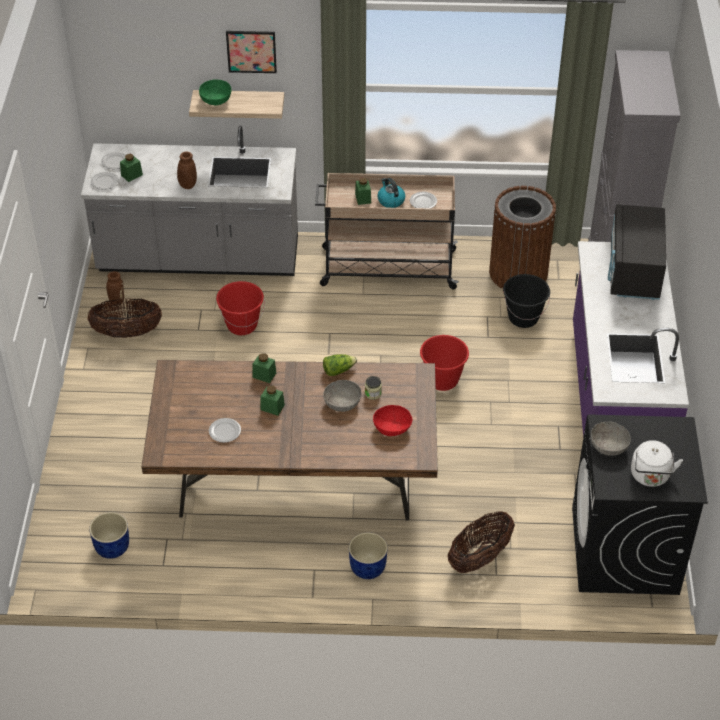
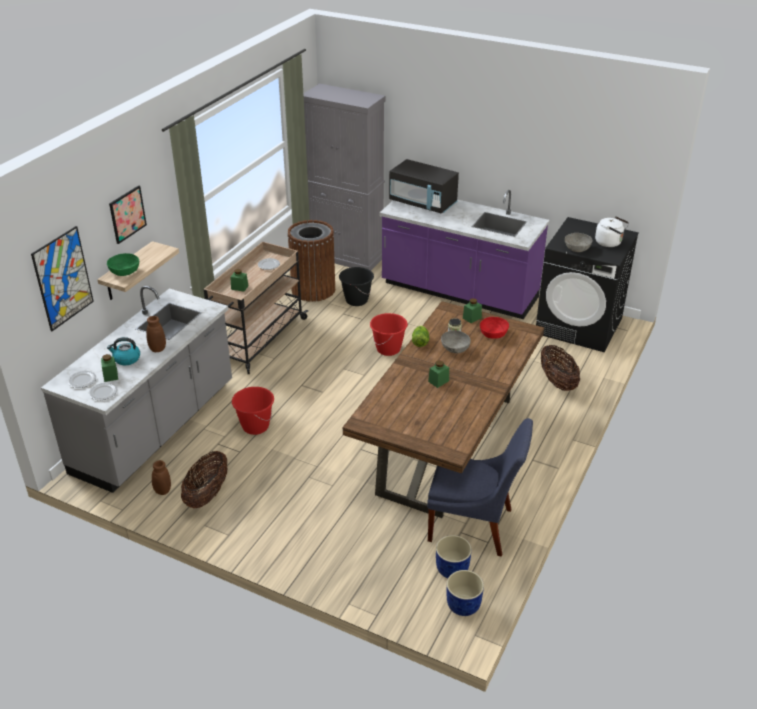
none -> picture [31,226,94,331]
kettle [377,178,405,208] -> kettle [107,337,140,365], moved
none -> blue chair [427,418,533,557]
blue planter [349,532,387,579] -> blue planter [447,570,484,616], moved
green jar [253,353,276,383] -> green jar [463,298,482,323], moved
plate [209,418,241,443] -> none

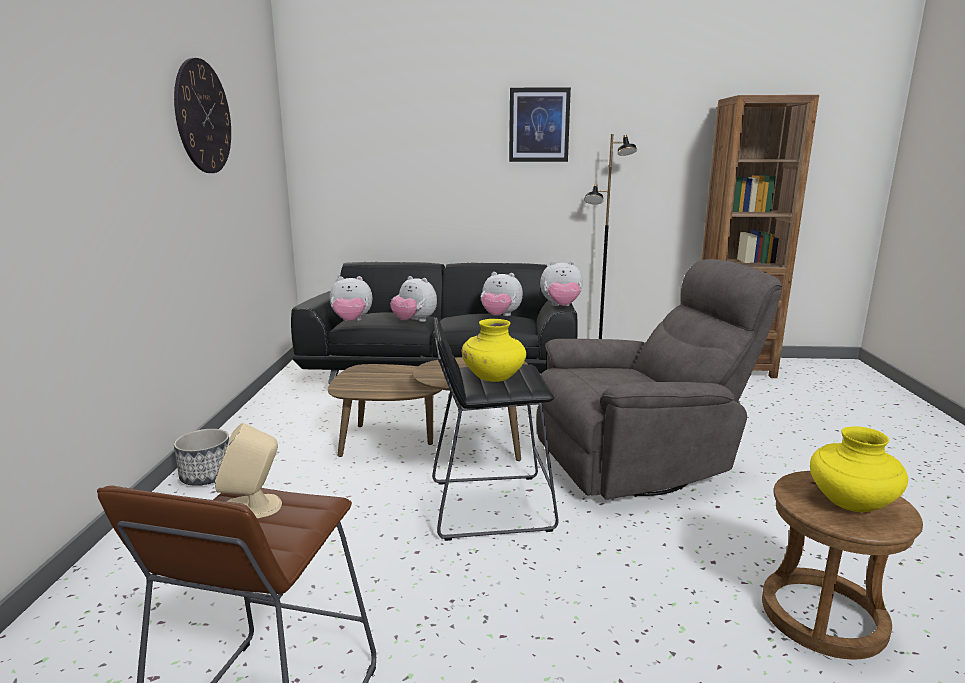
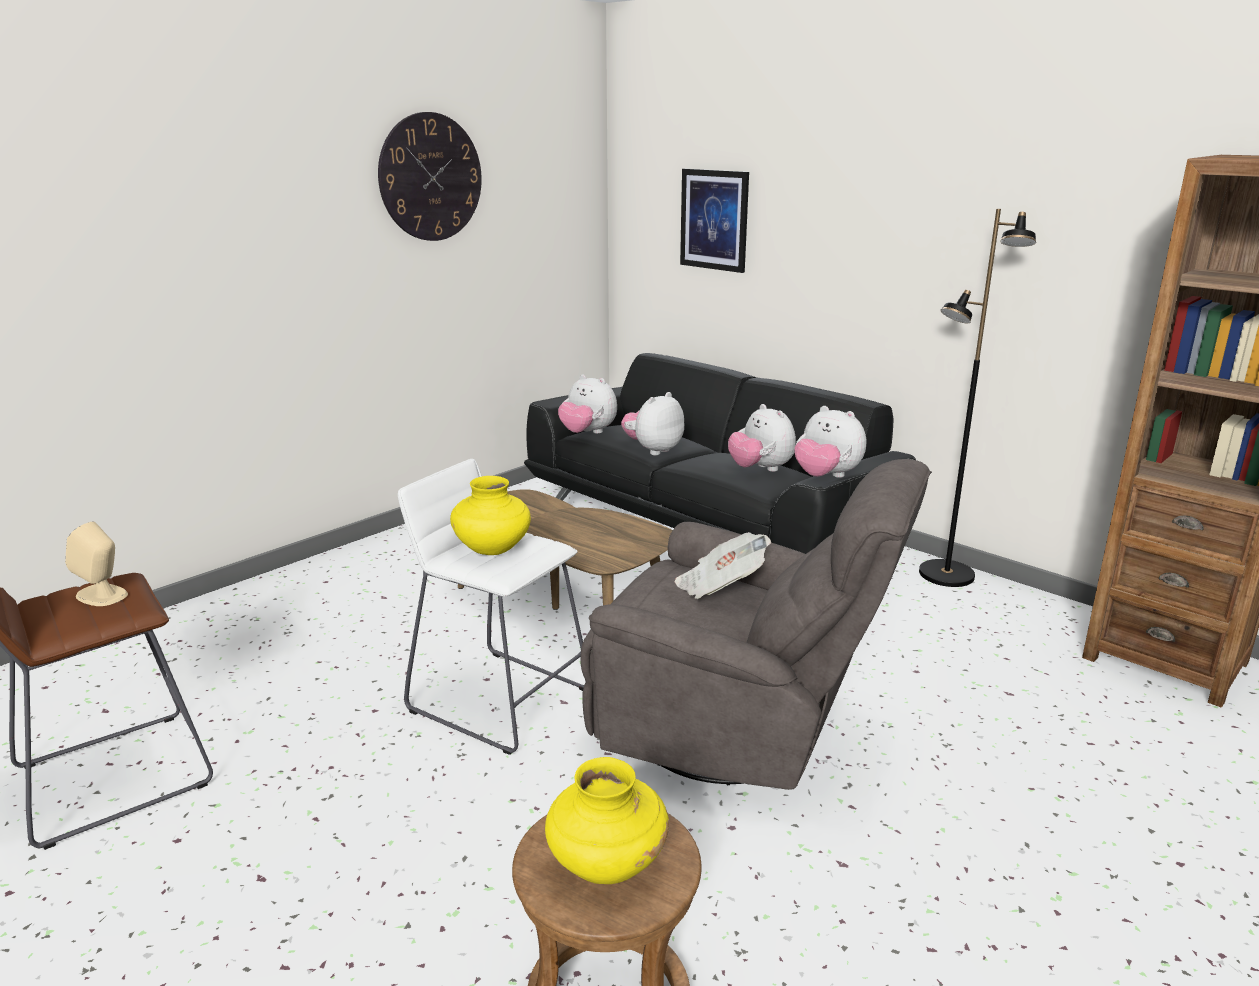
black stool [432,317,559,541] -> white stool [398,459,584,755]
plush toy [390,276,437,322] -> plush toy [621,392,684,455], 60 degrees clockwise
none -> newspaper [674,532,771,599]
picture [509,87,571,162] -> picture [680,169,749,273], moved
planter [174,429,229,486] -> none

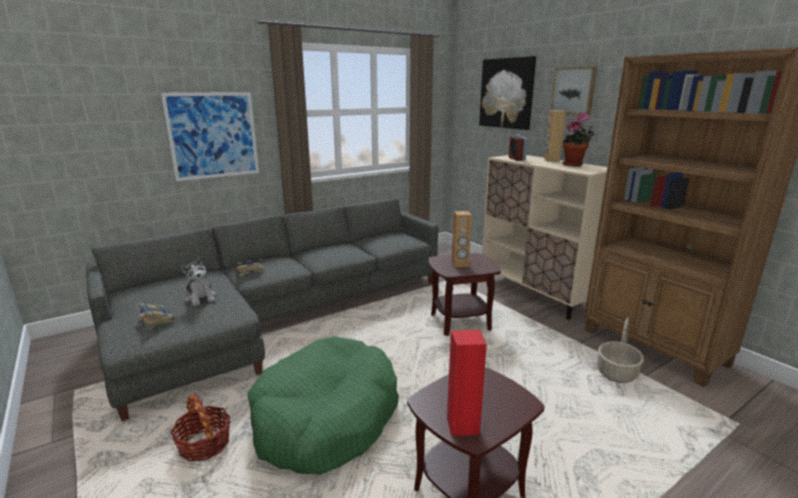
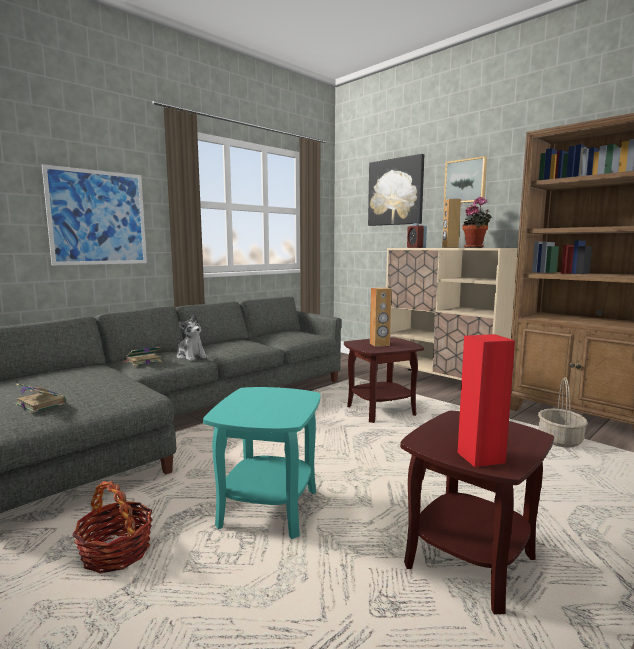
plush toy [180,256,216,306] -> plush toy [177,314,208,361], moved
green dog bed [248,336,399,474] -> turquoise side table [203,387,320,539]

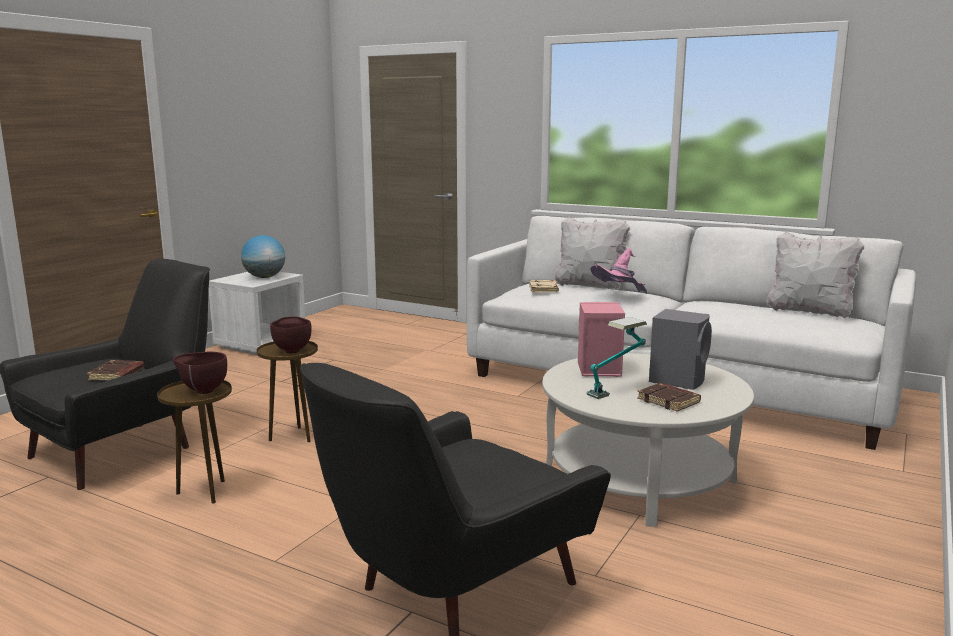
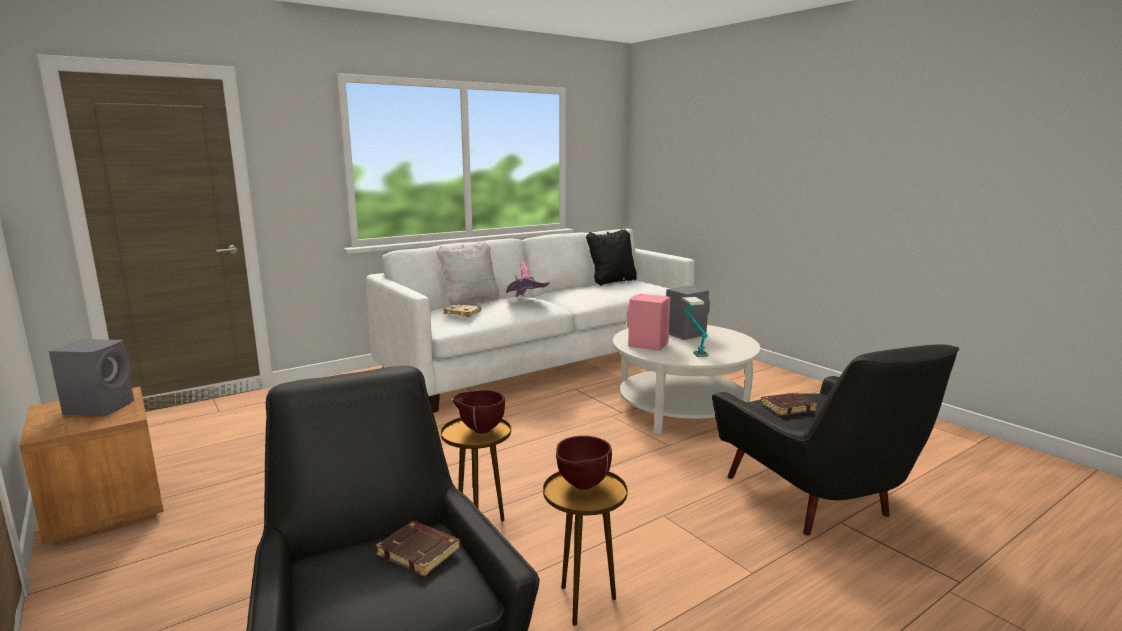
white nightstand [209,272,306,355] -> brown nightstand [20,387,164,545]
globe [241,235,285,278] -> grey speaker [49,339,134,416]
white pillow [767,232,865,319] -> black pillow [586,229,637,286]
brown book [637,383,701,412] -> brown book [761,393,817,416], moved

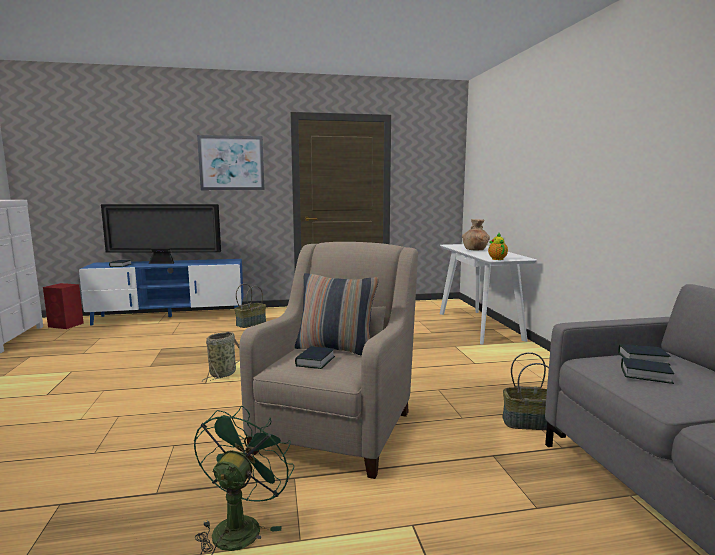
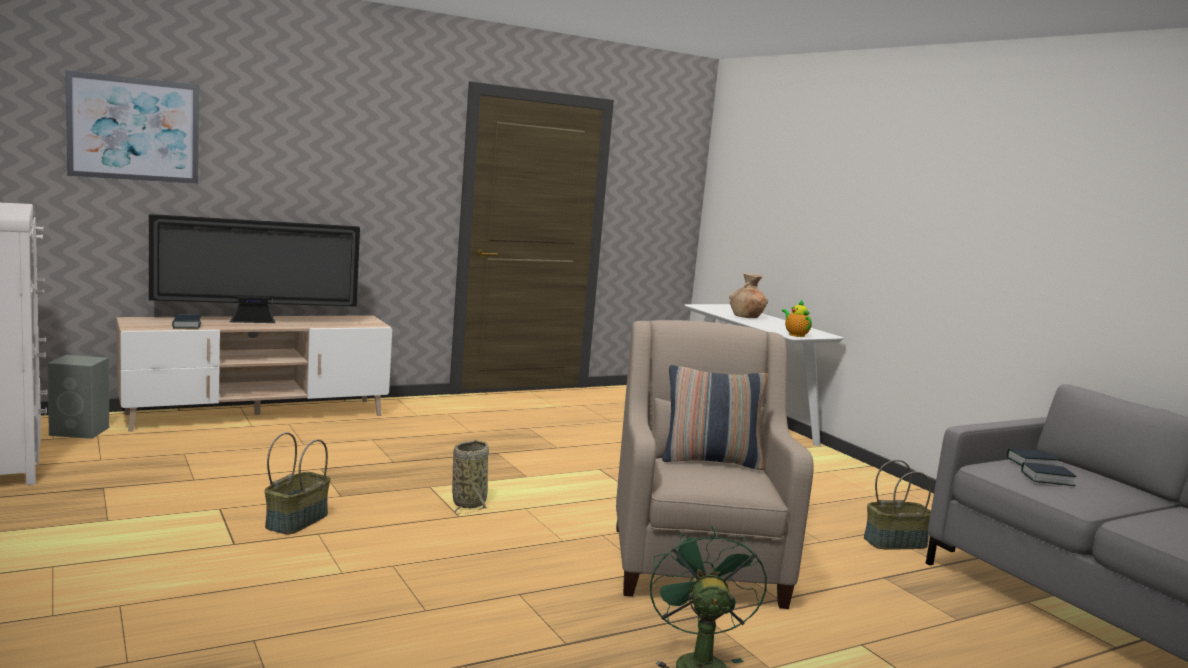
red speaker [43,283,84,329] -> grey speaker [47,355,109,439]
picture [197,135,264,190] -> picture [65,70,199,184], moved
blue tv stand [79,259,244,326] -> beige tv stand [116,315,392,432]
basket [234,284,266,328] -> basket [264,432,331,534], moved
book [295,346,335,369] -> none

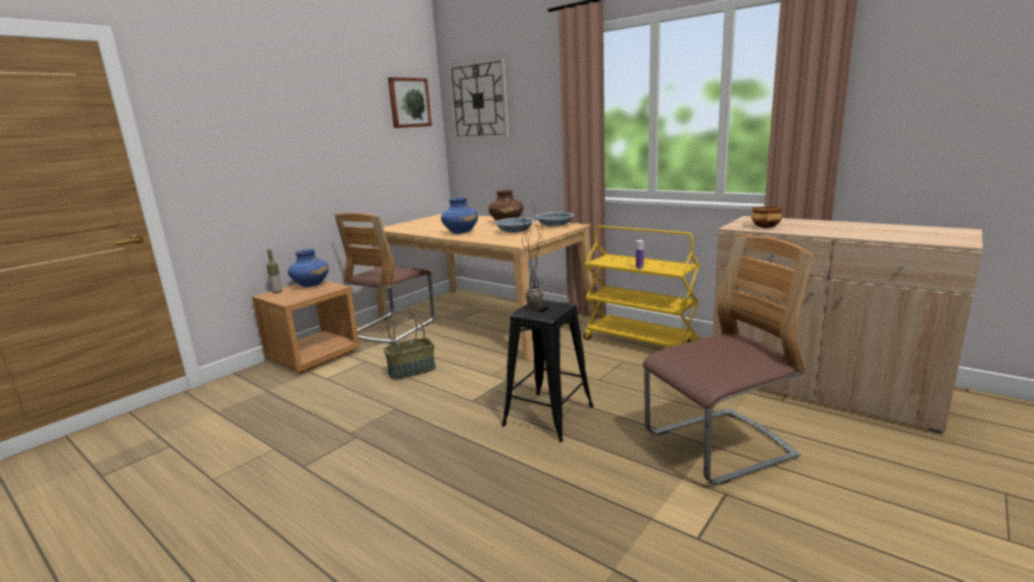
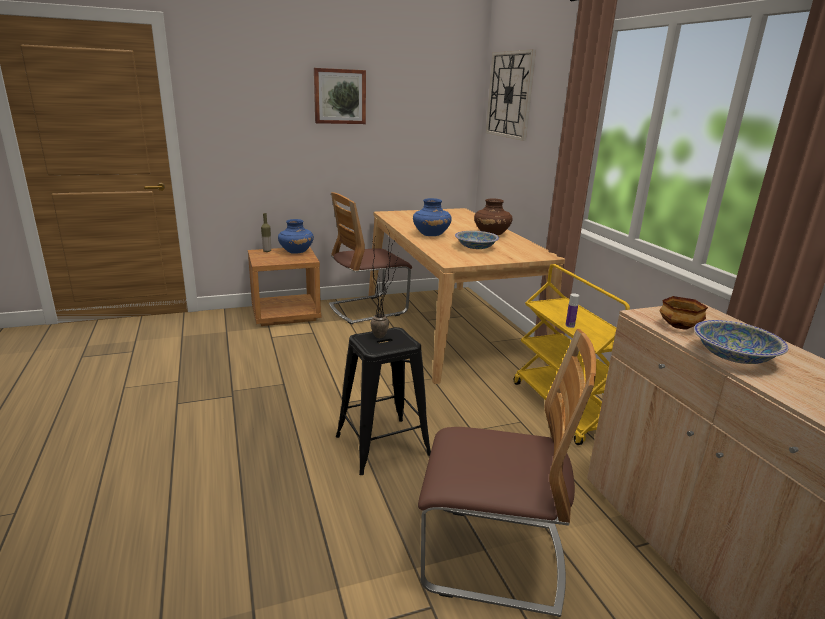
picture [388,77,432,128] -> picture [314,68,366,124], moved
bowl [535,212,574,227] -> bowl [694,320,788,364], moved
basket [384,310,436,380] -> none

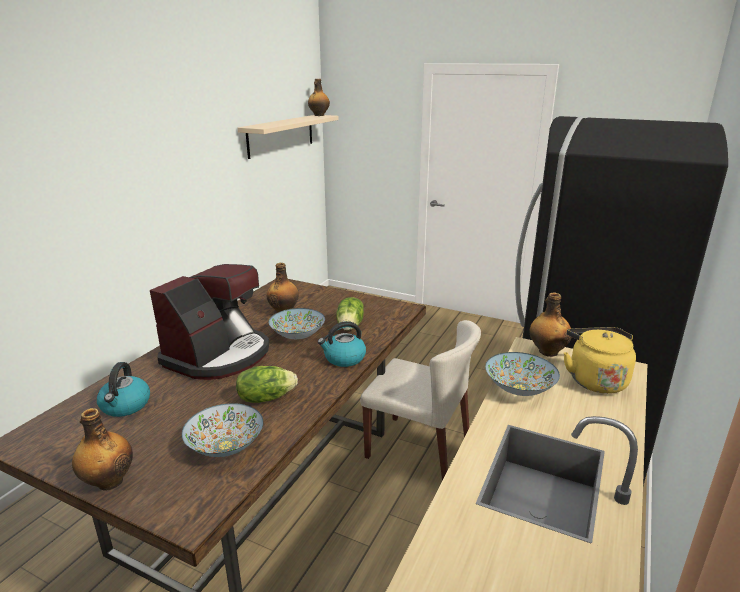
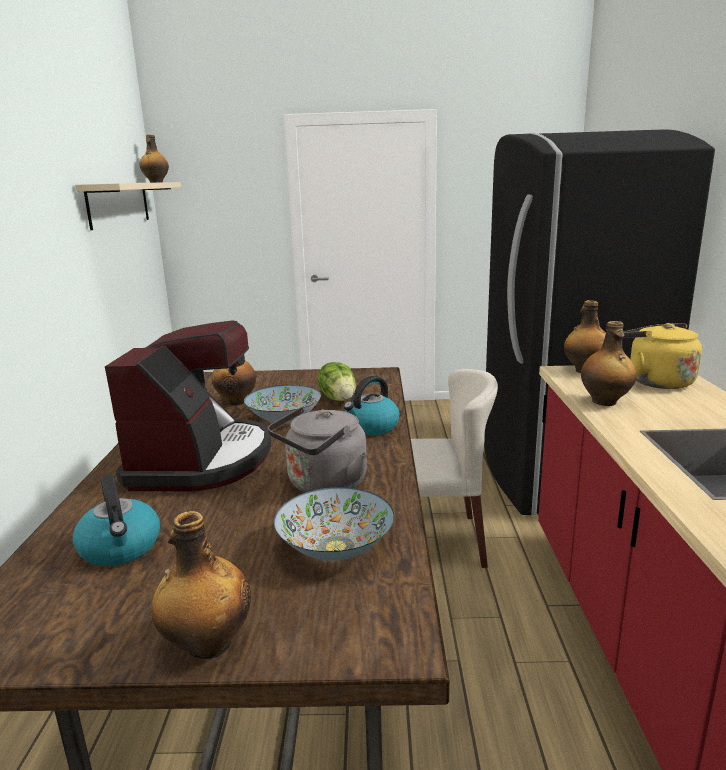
lettuce [236,366,298,403] -> grey kettle [268,407,367,493]
bowl [485,352,560,396] -> bottle [581,321,637,406]

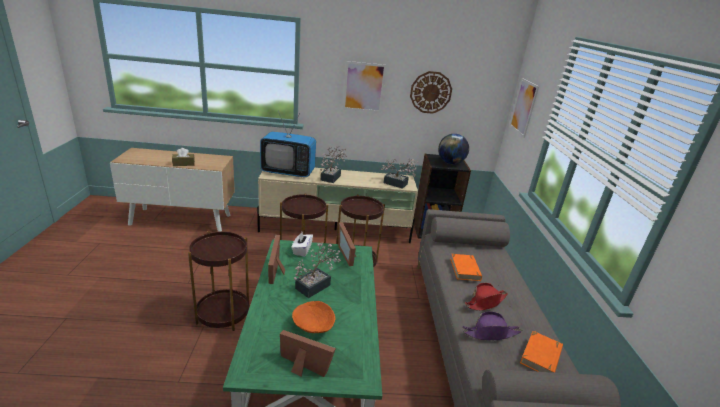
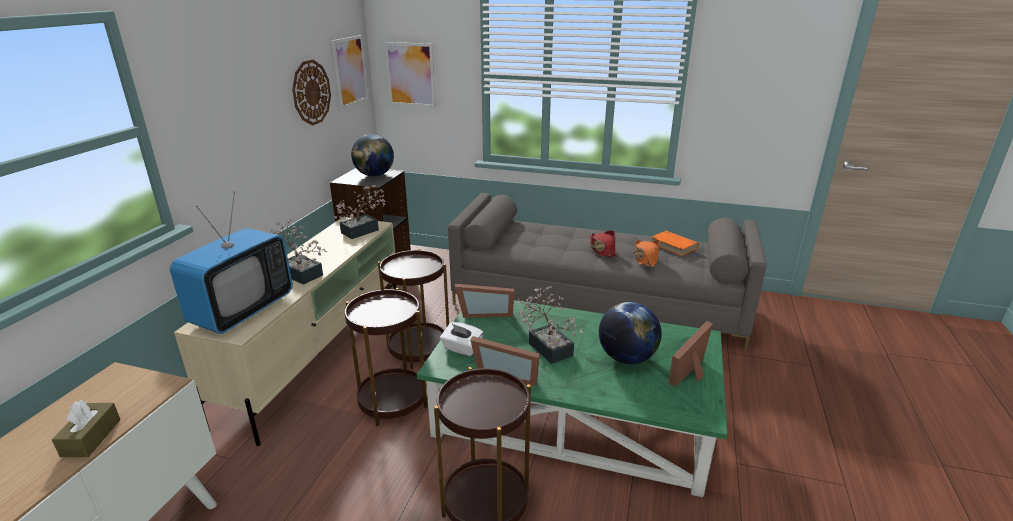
picture [343,61,387,113] -> picture [332,35,368,109], moved
orange bowl [292,301,335,333] -> globe [599,302,662,364]
purple hat [462,311,522,340] -> orange hat [634,240,660,267]
orange book [450,254,482,281] -> none

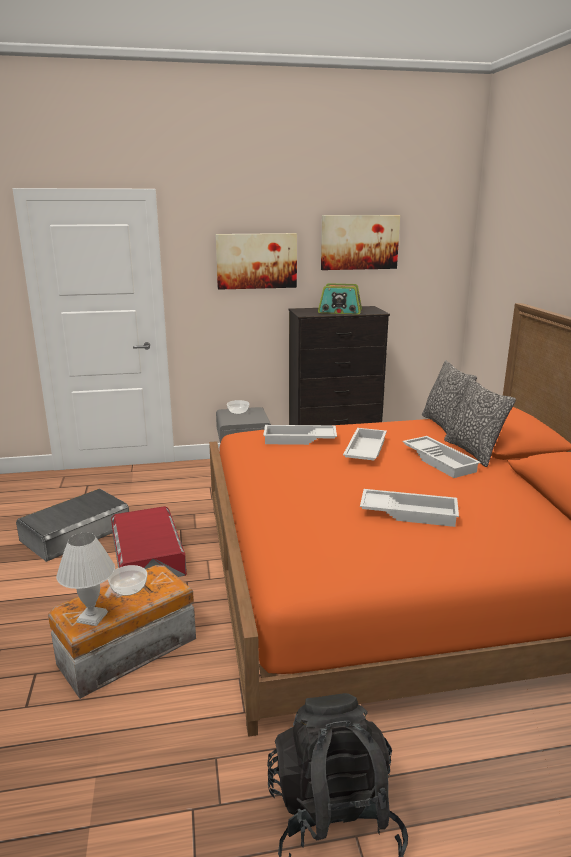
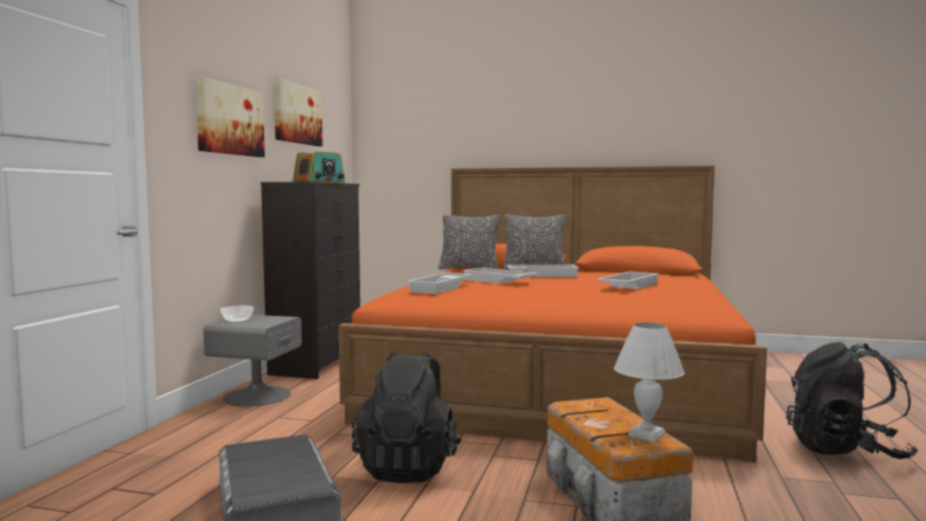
red storage box [111,506,187,577] -> black backpack [352,352,462,483]
bowl [108,565,147,596] -> none

